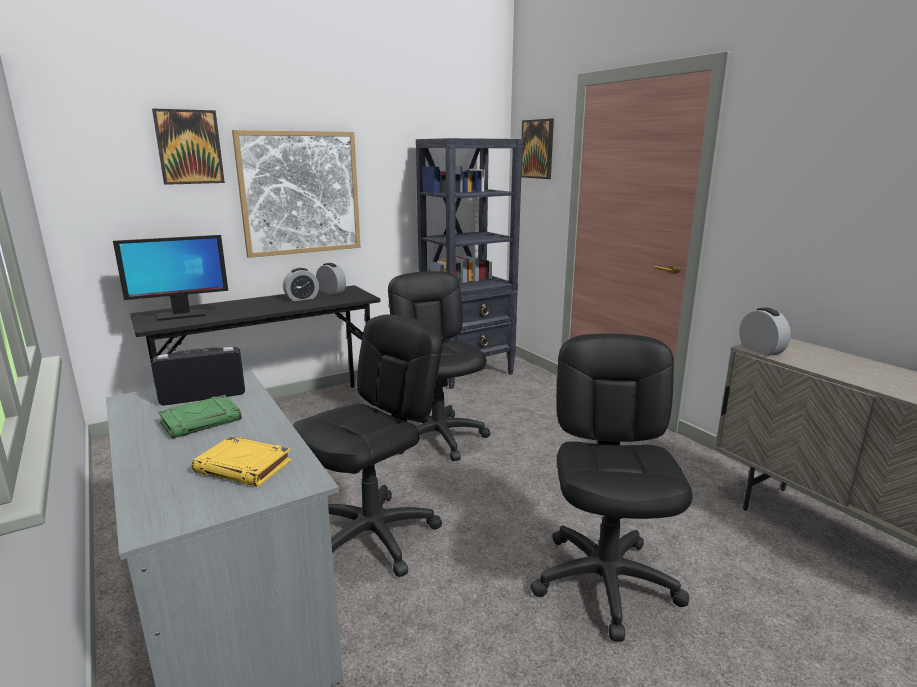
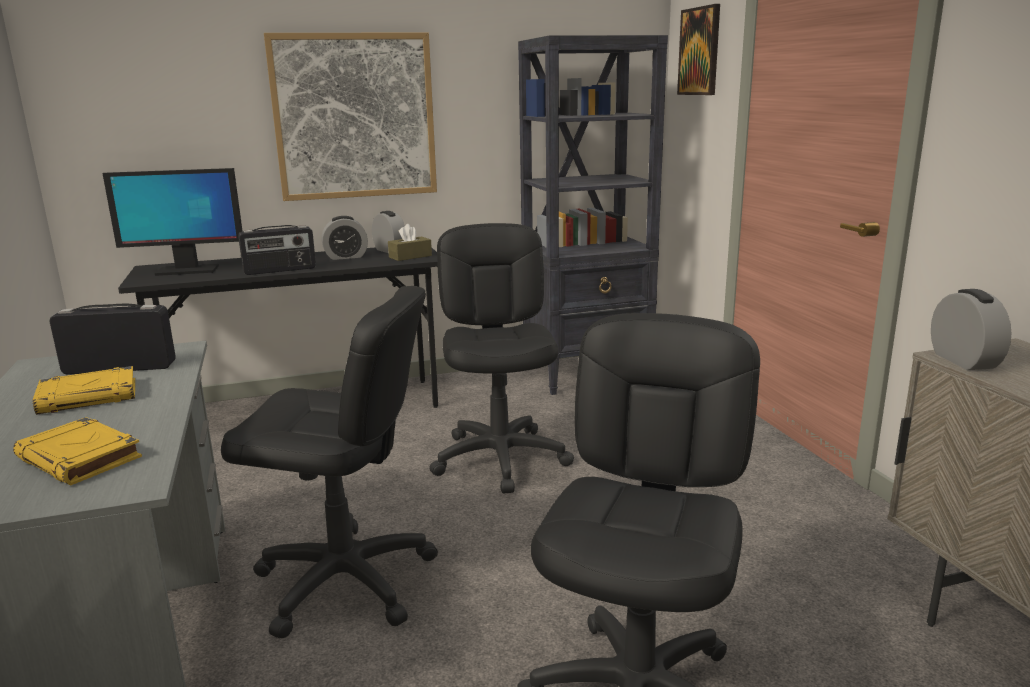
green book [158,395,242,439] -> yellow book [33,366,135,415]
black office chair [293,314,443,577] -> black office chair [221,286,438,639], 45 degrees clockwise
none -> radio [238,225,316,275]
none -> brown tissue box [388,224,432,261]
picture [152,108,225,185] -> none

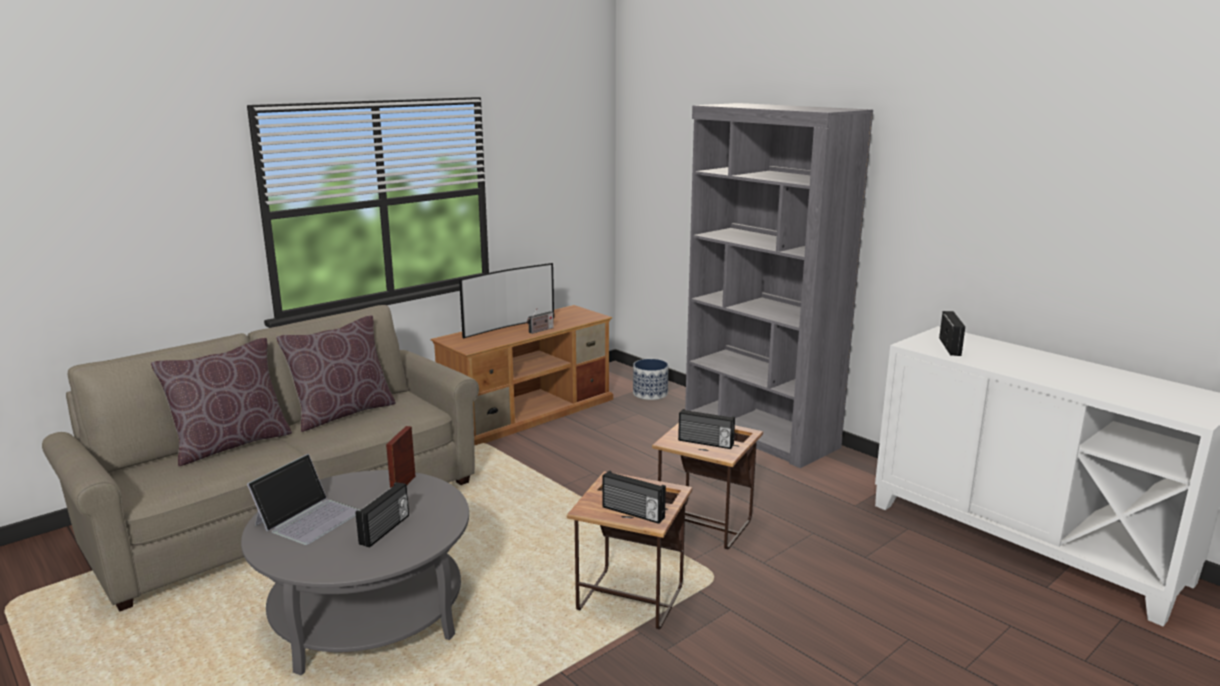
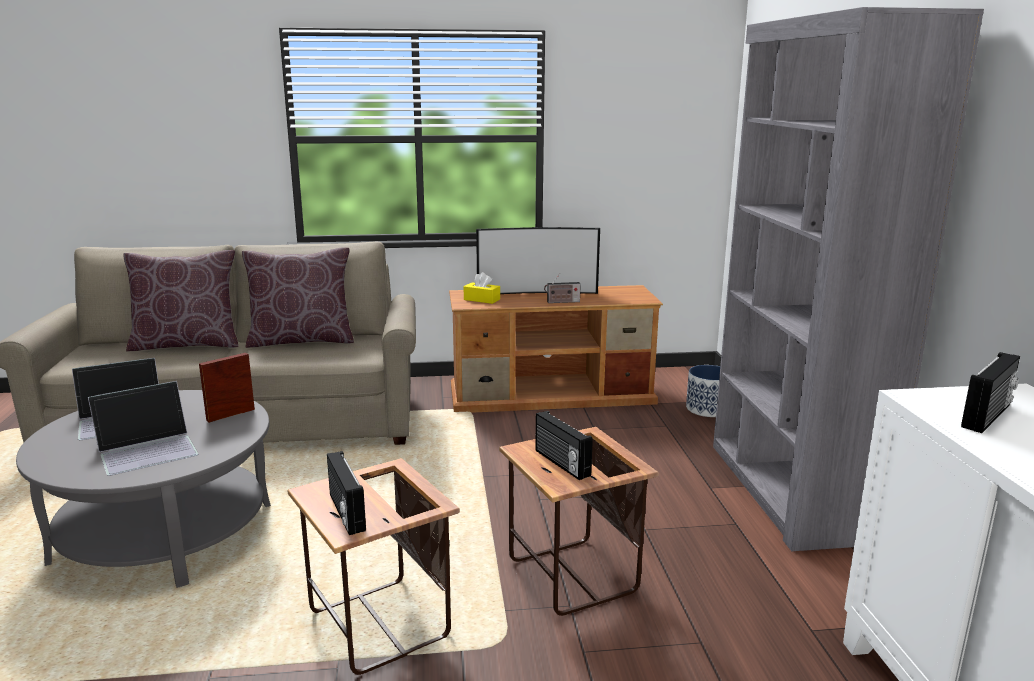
radio [356,482,409,548] -> laptop [88,381,198,476]
none -> yellow tissue box [464,272,500,304]

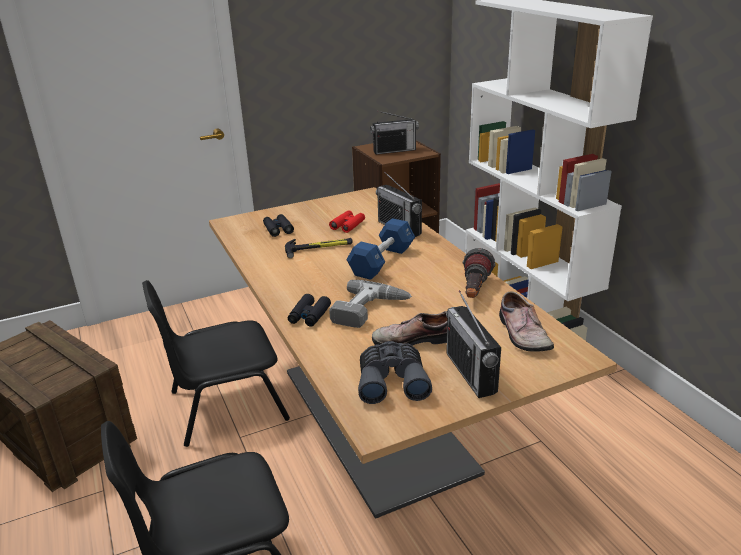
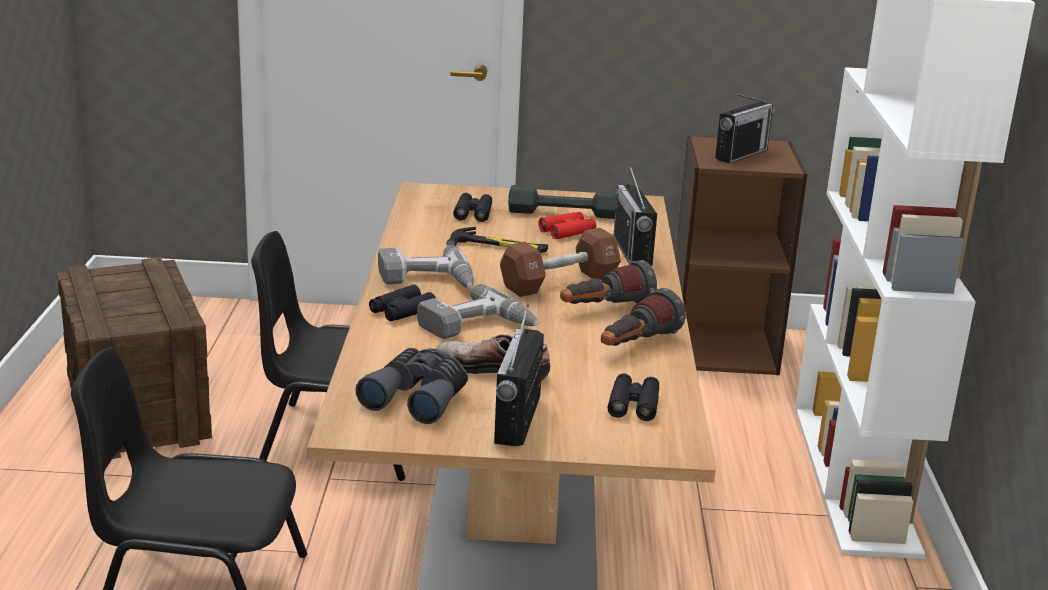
none -> power drill [378,245,474,288]
blue dumbbell [346,218,415,280] -> brown dumbbell [500,228,621,297]
none -> grey dumbbell [508,185,617,219]
none -> flashlight [560,260,657,304]
shoe [499,292,554,352] -> black binoculars [608,373,659,421]
radio [370,111,419,155] -> radio [715,93,774,163], 60 degrees counterclockwise

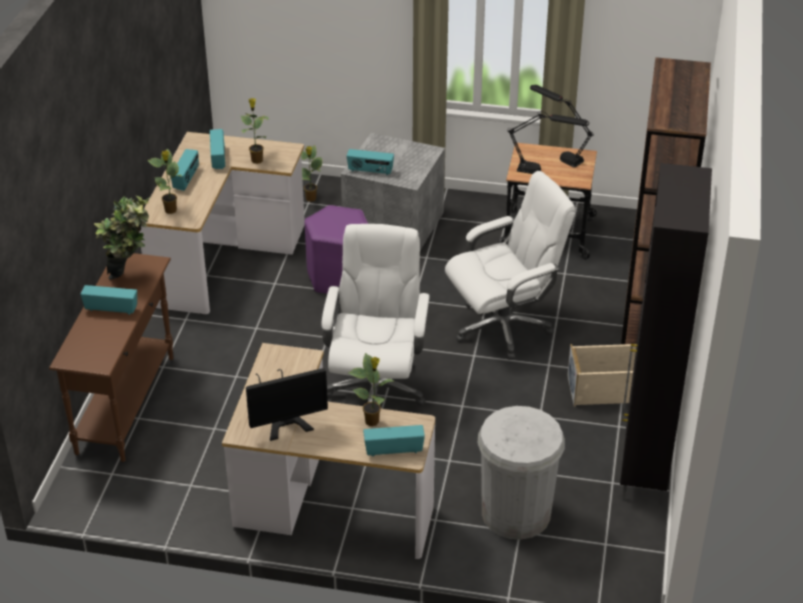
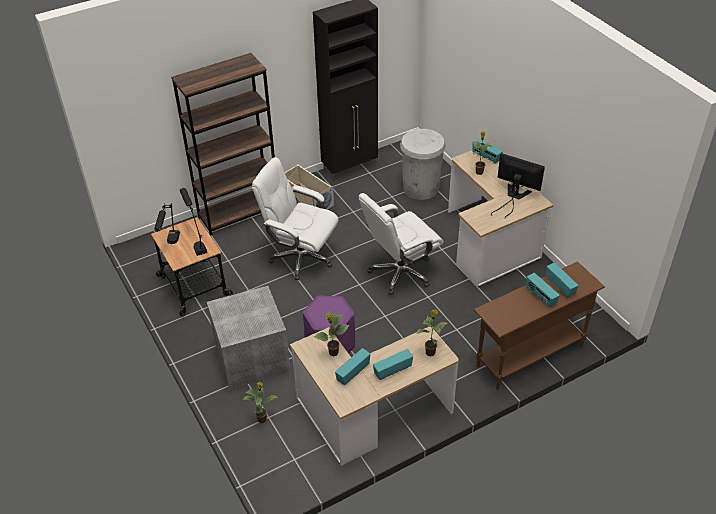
radio [347,149,394,176] -> radio [546,263,579,297], moved
potted plant [94,196,151,280] -> none

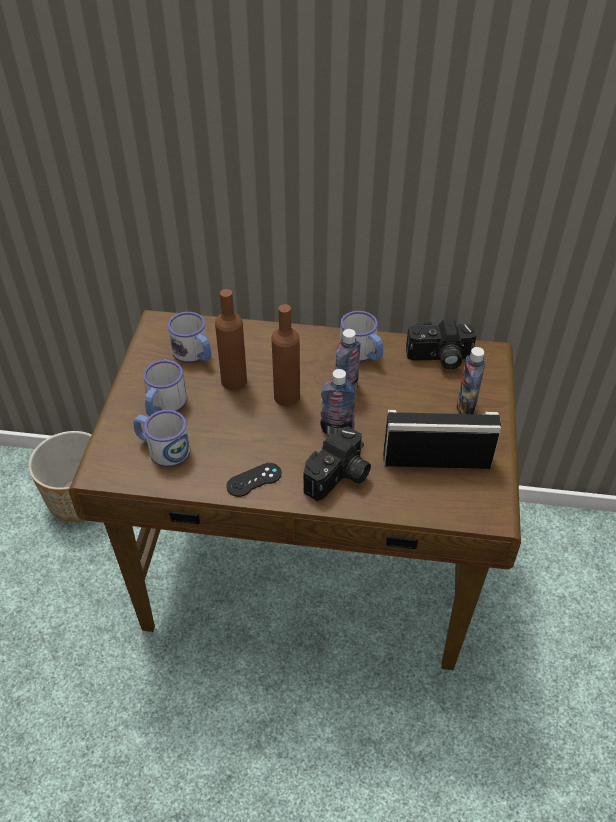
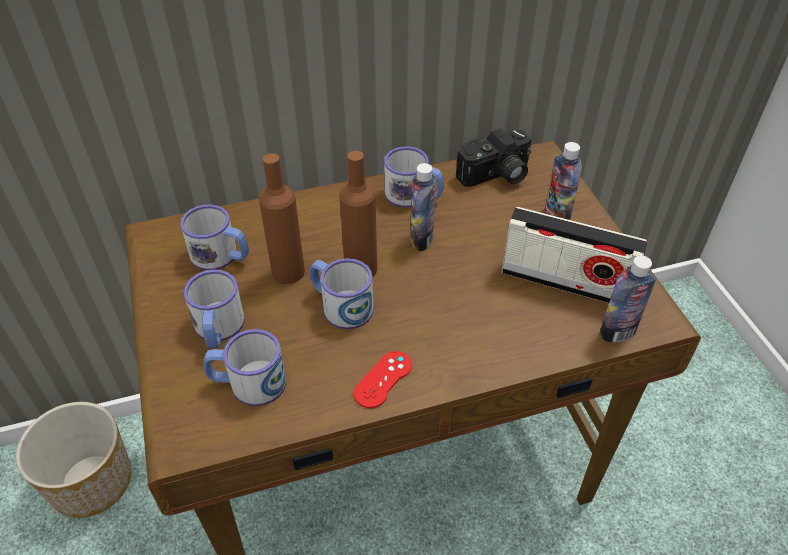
none -> mug [310,258,374,329]
black game controller [226,463,282,497] -> red game controller [354,351,412,408]
radio [383,410,501,469] -> radio [502,207,647,303], 135 degrees counterclockwise
bottle [320,369,357,435] -> bottle [599,256,656,342], moved
photo camera [303,426,371,501] -> none

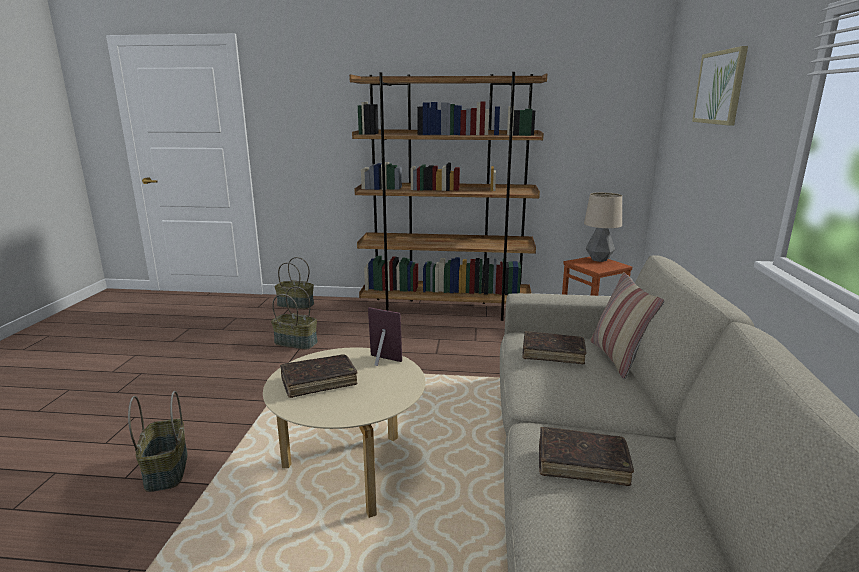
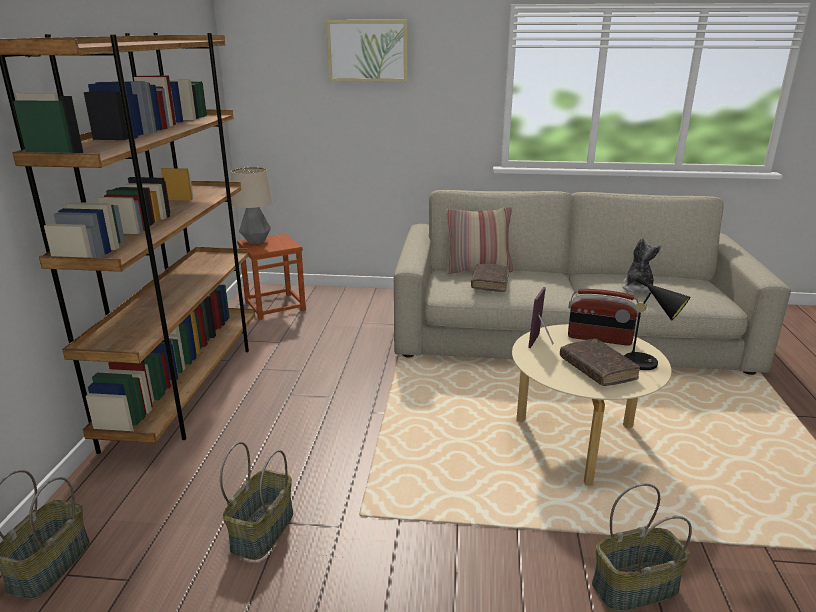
none -> radio [568,289,639,346]
brown book [539,427,634,486] -> plush toy [622,238,661,293]
none -> black table lamp [623,275,690,370]

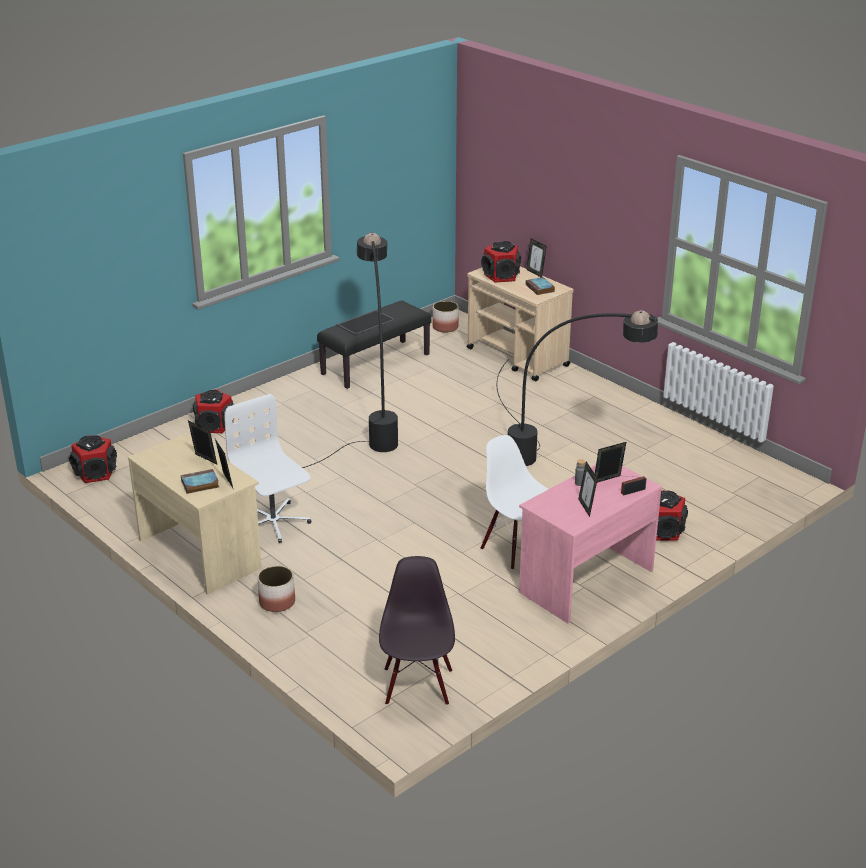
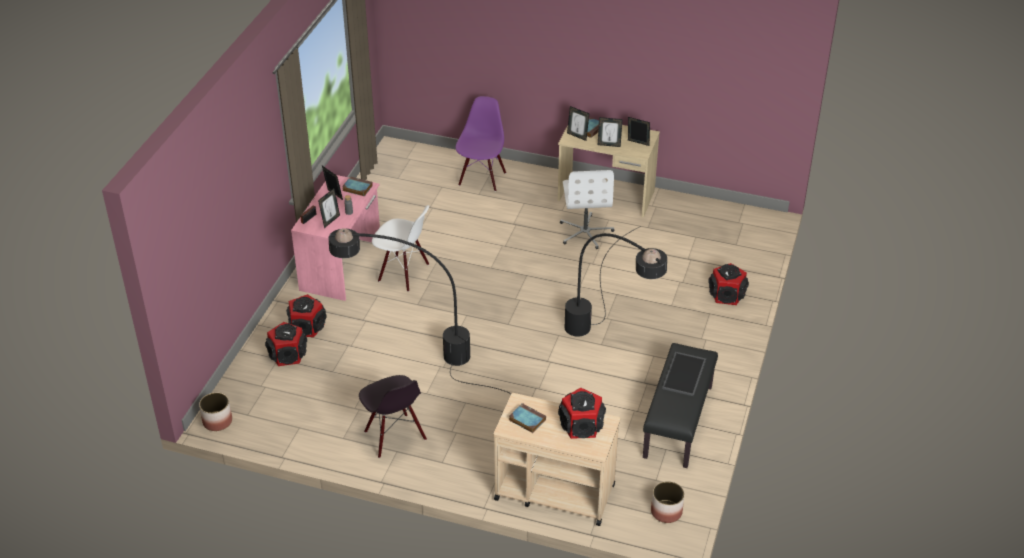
planter [257,566,295,612] -> planter [199,392,232,431], moved
speaker [69,435,117,483] -> speaker [265,322,307,366], moved
none -> book [342,176,373,196]
black chair [379,556,455,705] -> black chair [359,375,427,458], moved
none -> purple chair [456,96,506,192]
white office chair [224,394,311,543] -> white office chair [560,170,614,249], 60 degrees clockwise
picture frame [526,238,547,277] -> picture frame [628,117,650,146], moved

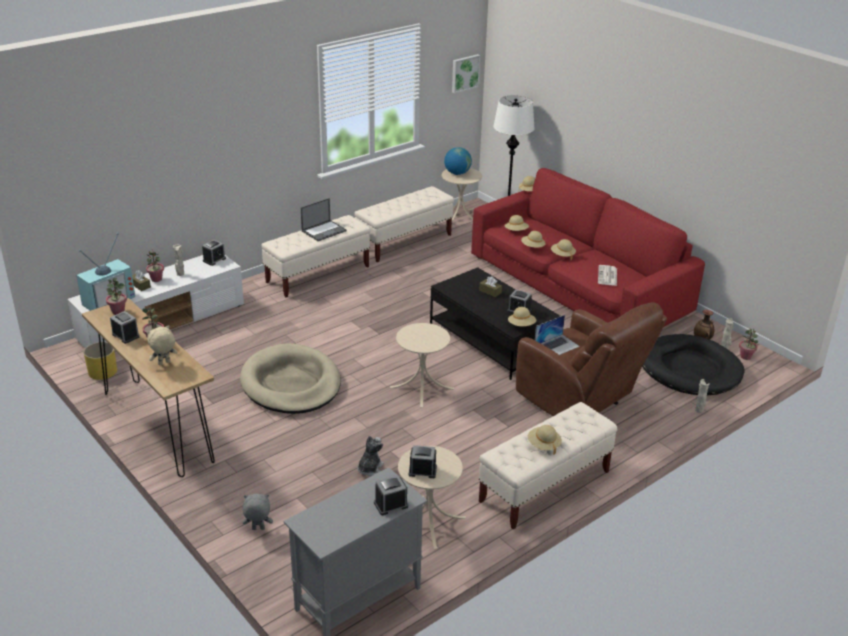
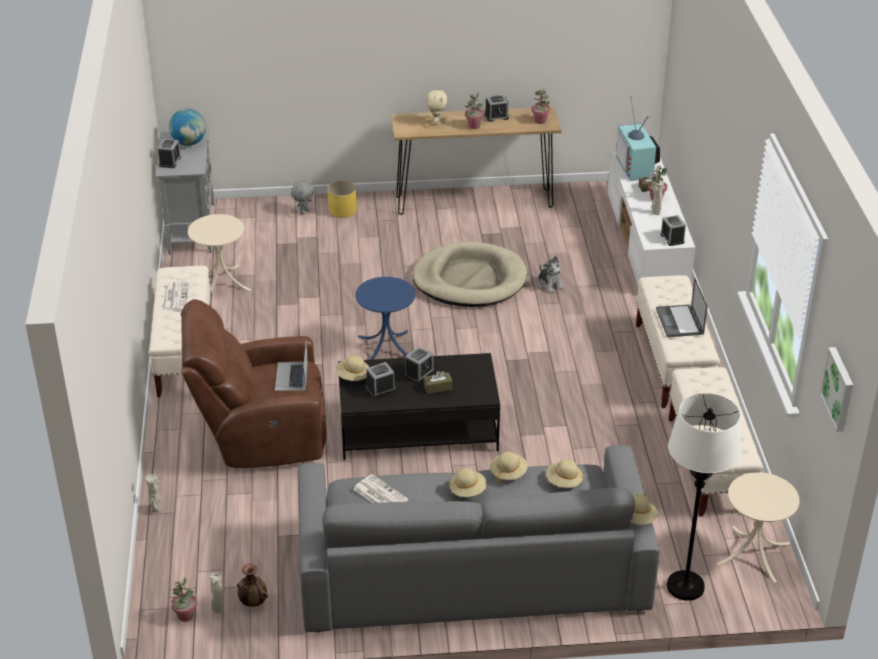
beige hat [528,425,562,454] -> newspaper [163,282,189,311]
globe [444,147,472,175] -> globe [169,109,206,146], moved
red sofa [471,168,705,326] -> grey sofa [298,445,660,633]
yellow planter [84,342,117,380] -> yellow planter [327,181,357,218], moved
beige side table [390,323,454,408] -> blue side table [355,277,415,360]
alarm clock [409,445,437,478] -> alarm clock [405,347,434,383], moved
plush toy [357,435,384,476] -> plush toy [538,256,564,294], moved
black dog bed [642,334,744,395] -> none

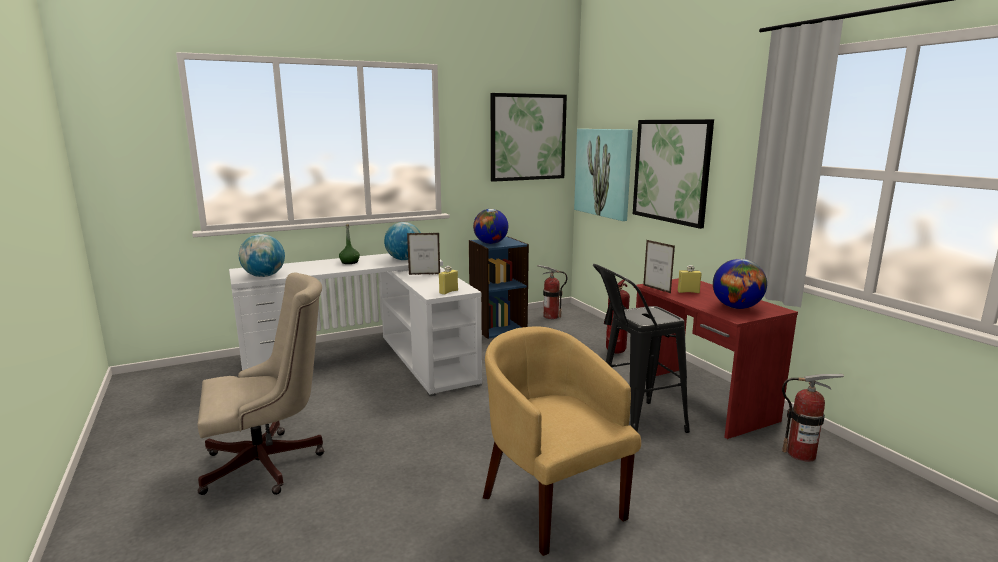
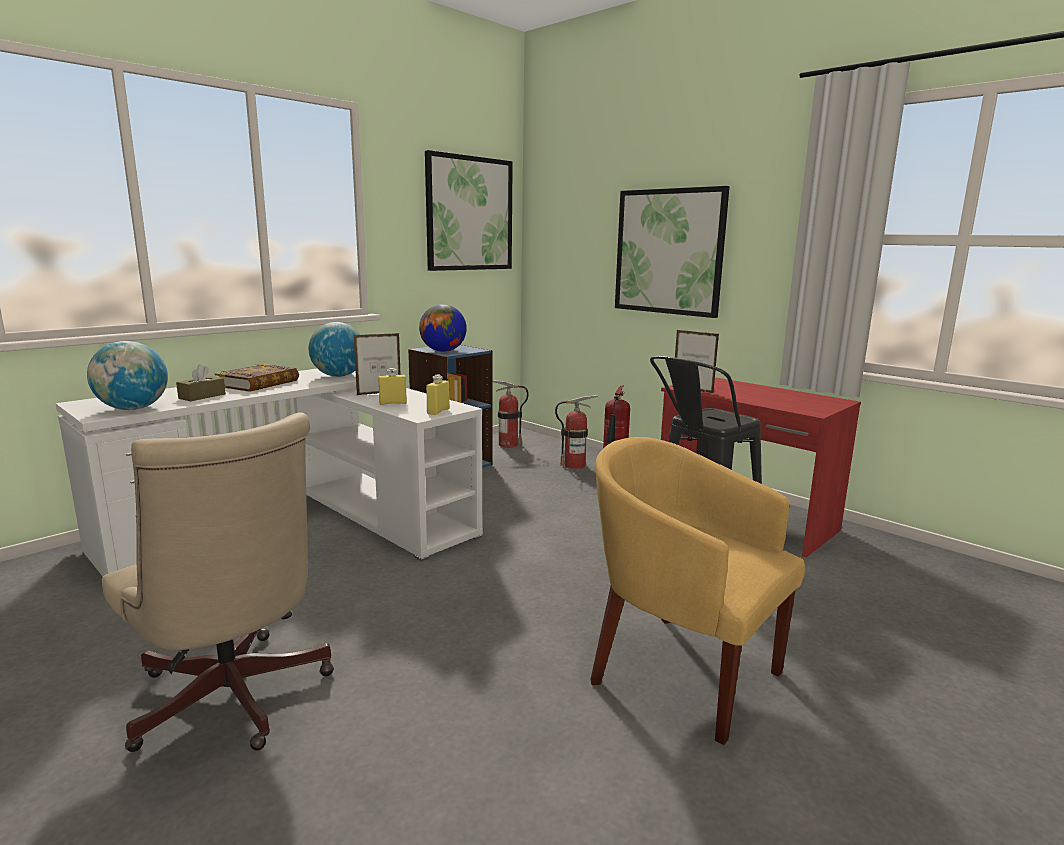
beige office chair [197,273,324,495] -> beige office chair [102,412,334,752], 90 degrees clockwise
none -> brown tissue box [176,364,226,401]
green bottle [339,224,360,264] -> book [215,364,299,392]
yellow bottle [678,265,702,293] -> yellow bottle [378,368,407,405], moved
fire extinguisher [782,374,844,462] -> fire extinguisher [555,395,598,469], moved
picture [574,129,632,221] -> none
globe [713,259,767,309] -> none

